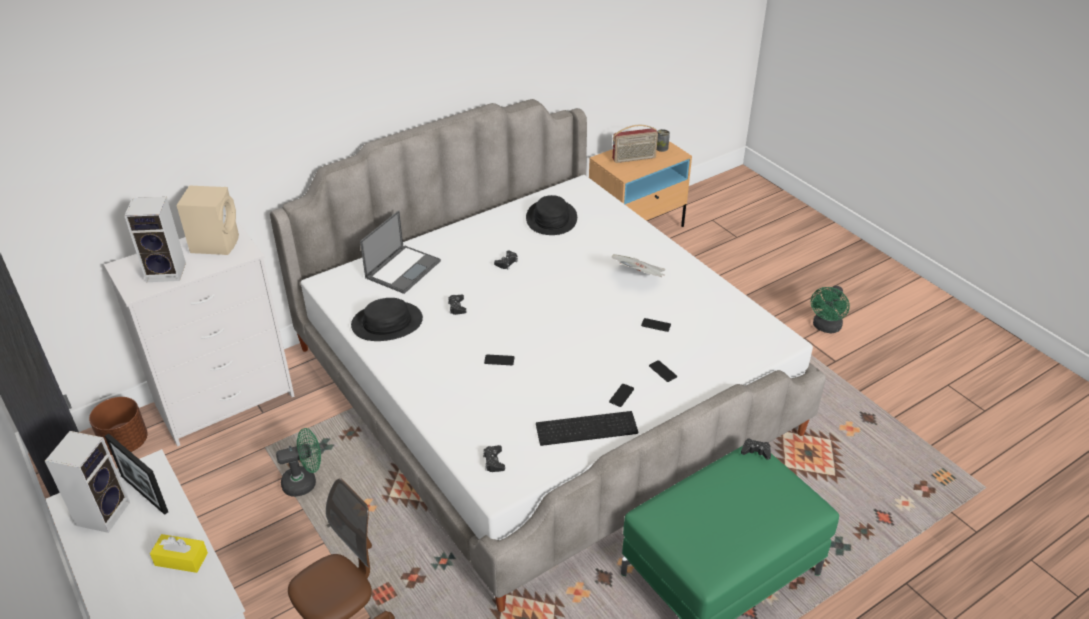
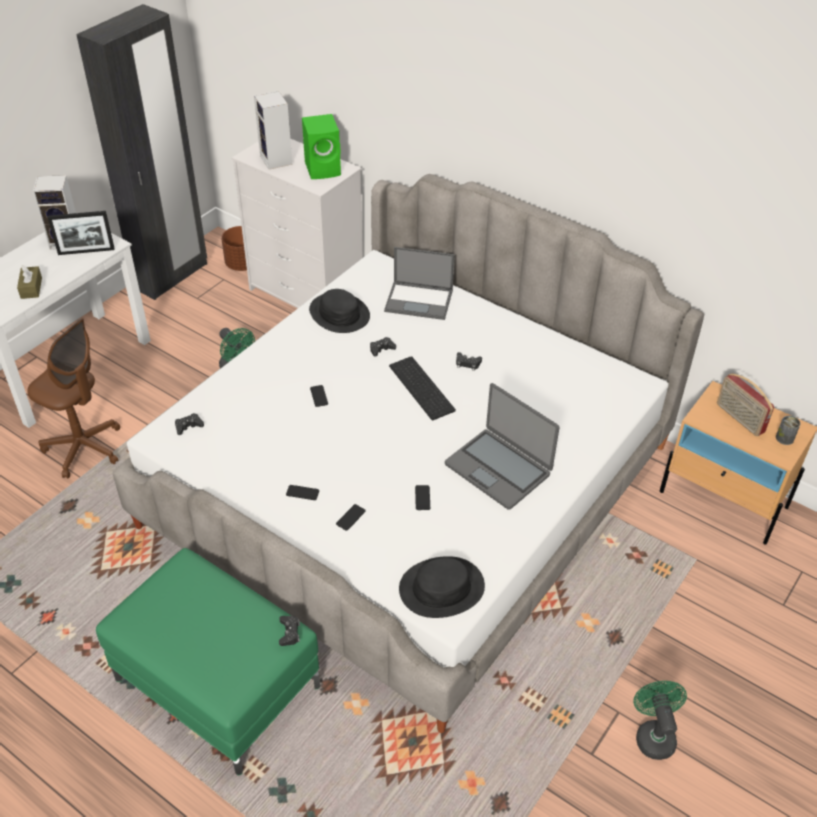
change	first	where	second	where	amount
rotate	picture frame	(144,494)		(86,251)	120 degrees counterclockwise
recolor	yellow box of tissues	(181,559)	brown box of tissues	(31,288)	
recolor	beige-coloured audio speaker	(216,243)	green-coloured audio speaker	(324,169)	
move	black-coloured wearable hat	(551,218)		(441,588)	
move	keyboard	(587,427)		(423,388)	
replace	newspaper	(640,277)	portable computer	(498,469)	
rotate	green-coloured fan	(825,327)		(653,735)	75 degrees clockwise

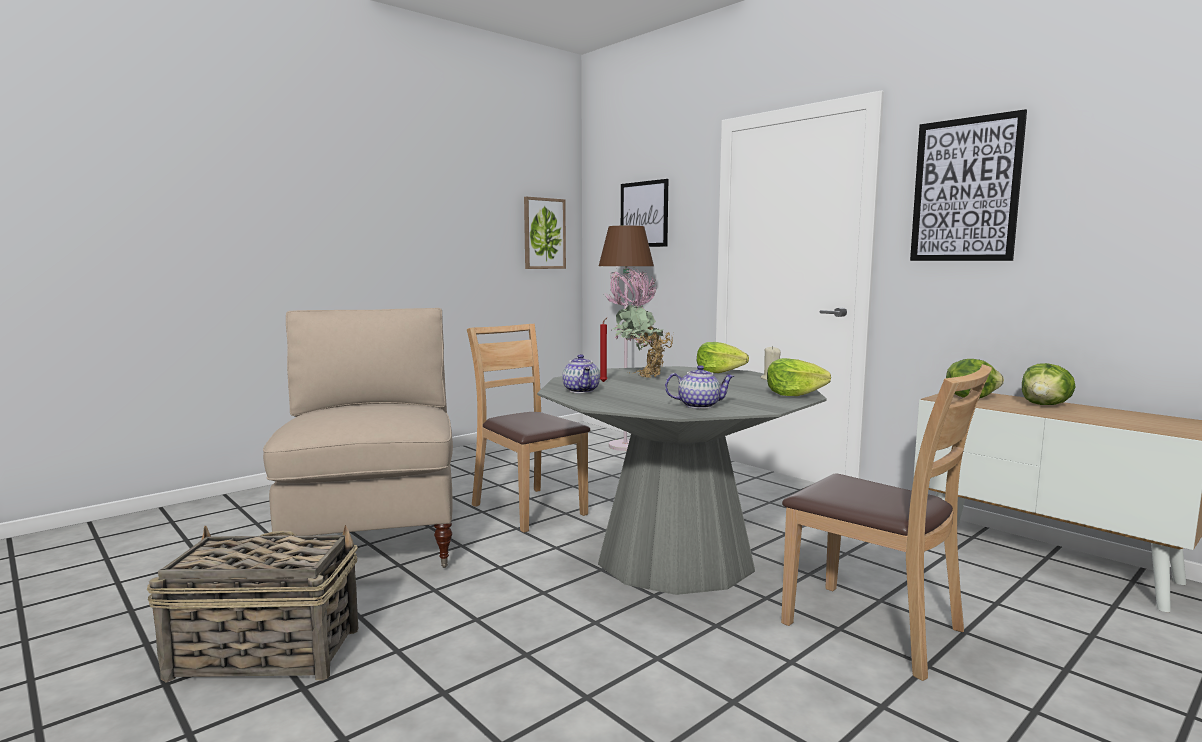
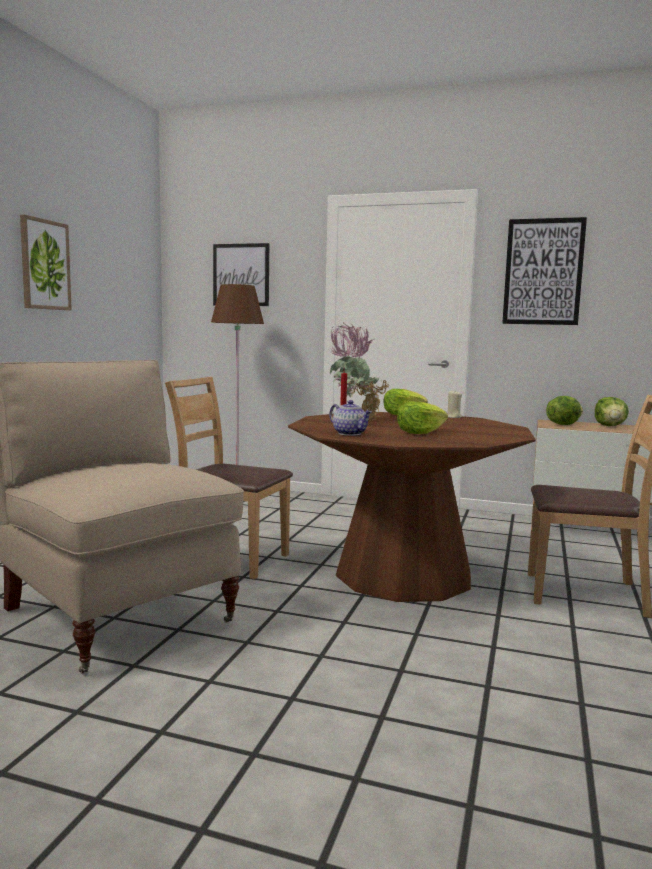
change	first	where	second	where	amount
delete	basket	(264,652)			
move	picture	(544,233)		(44,265)	
recolor	greyish kitchen table	(675,557)	brown kitchen table	(404,574)	
delete	pot for tea	(699,405)			
move	lettuce head	(794,394)		(419,432)	

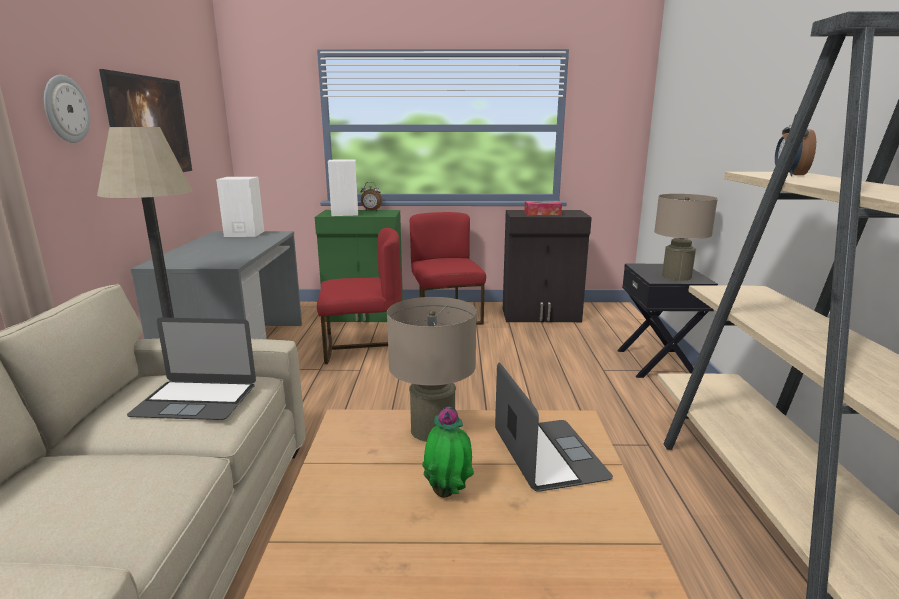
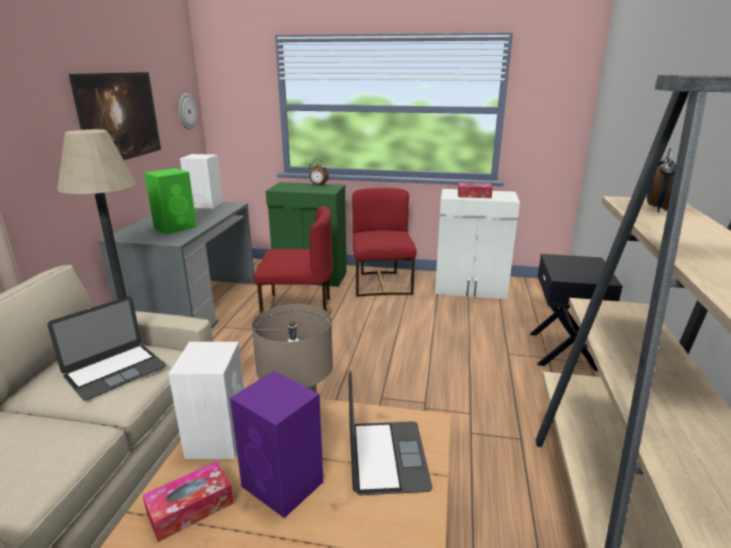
change	first	where	second	where	amount
move	hanging clock	(65,109)		(186,111)	
rotate	portable computer	(195,400)		(115,371)	60 degrees counterclockwise
move	whitish audio speaker	(345,213)		(218,437)	
replace	plant in a pot	(448,493)	purple audio speaker	(284,485)	
recolor	black-coloured cupboard	(541,315)	whitish cupboard	(471,289)	
delete	beige-coloured lamp for a table	(676,276)			
insert			box of tissues	(190,508)	
insert			green-coloured audio speaker	(176,227)	

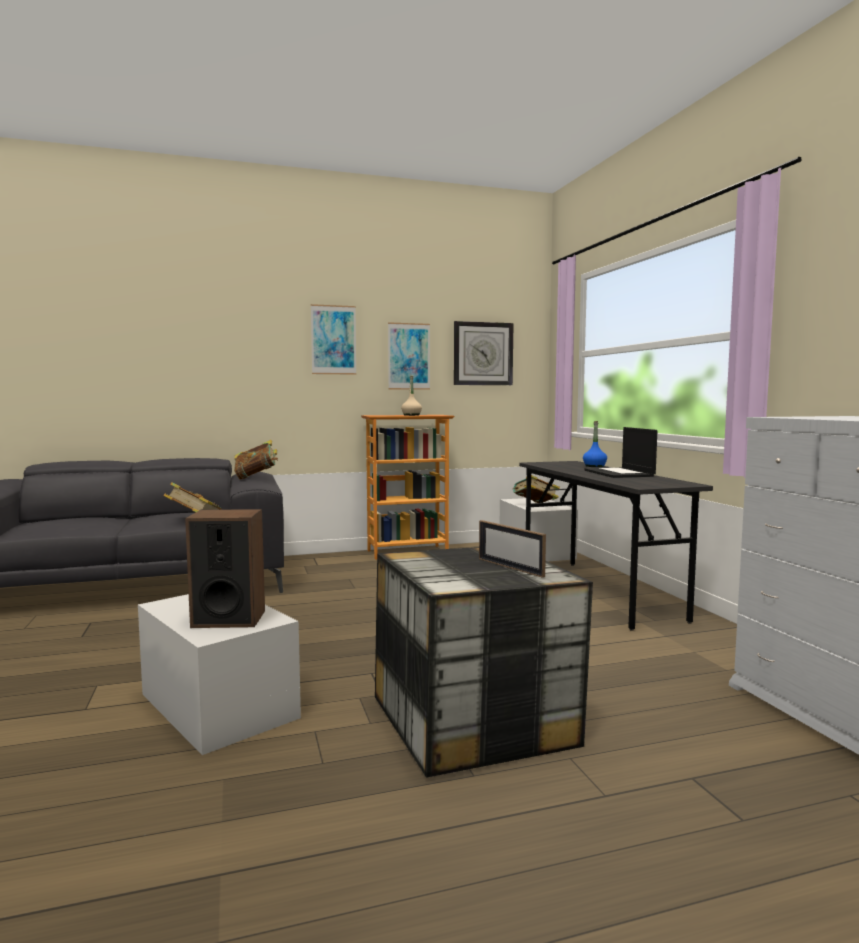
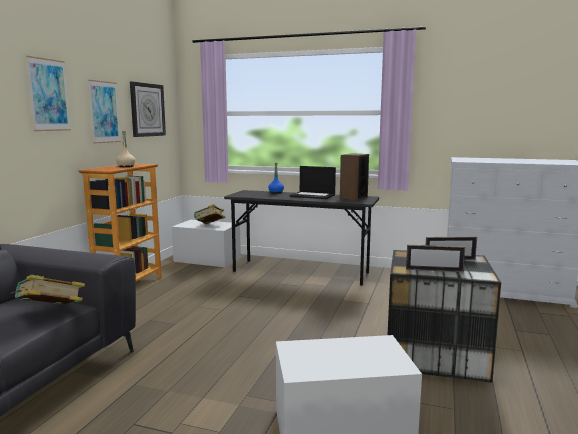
change	first	where	second	where	amount
move	audio speaker	(228,619)		(353,197)	
delete	book	(256,477)			
insert			picture frame	(434,270)	

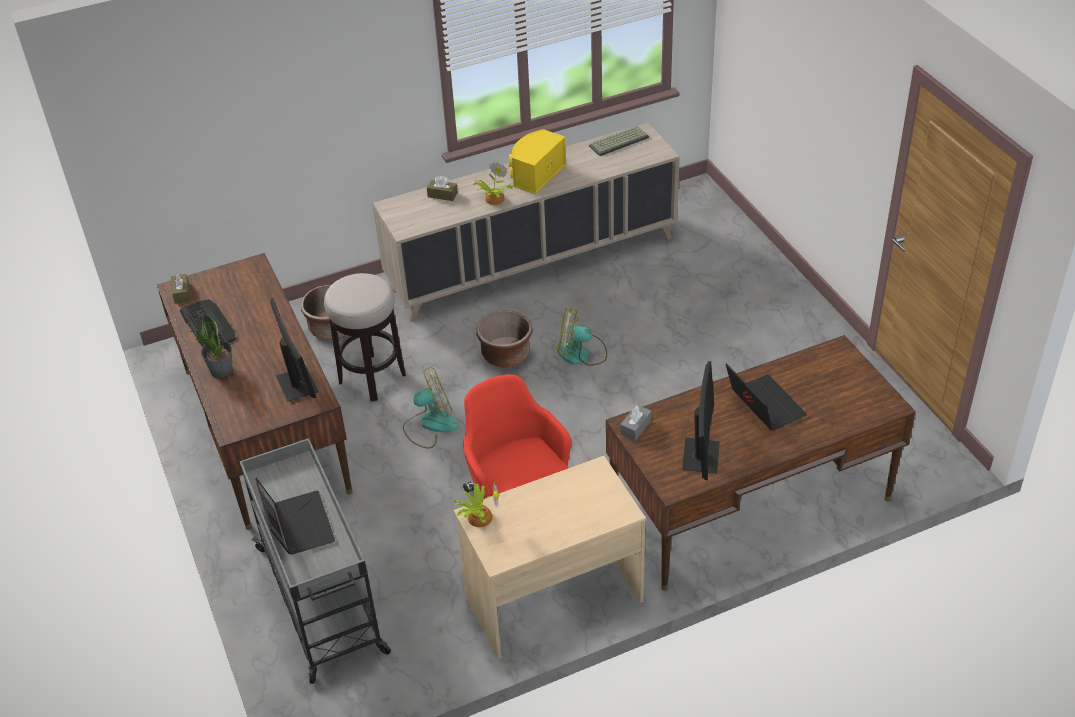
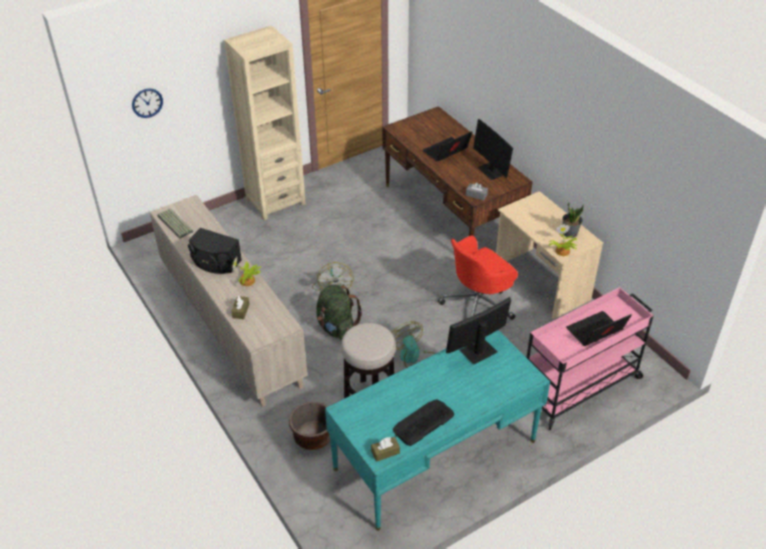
change	first	where	second	where	amount
recolor	brown desk unit	(265,429)	blue-green desk unit	(435,455)	
move	plant in a pot	(222,370)		(569,233)	
recolor	greyish wheeled cart	(322,601)	pink-coloured wheeled cart	(580,386)	
replace	brown flower pot	(506,355)	green-coloured knapsack	(337,327)	
recolor	yellow audio speaker	(535,174)	black-coloured audio speaker	(215,262)	
rotate	computer display	(701,456)		(492,171)	120 degrees counterclockwise
insert			hanging clock	(147,103)	
insert			beige-coloured shelving unit	(275,201)	

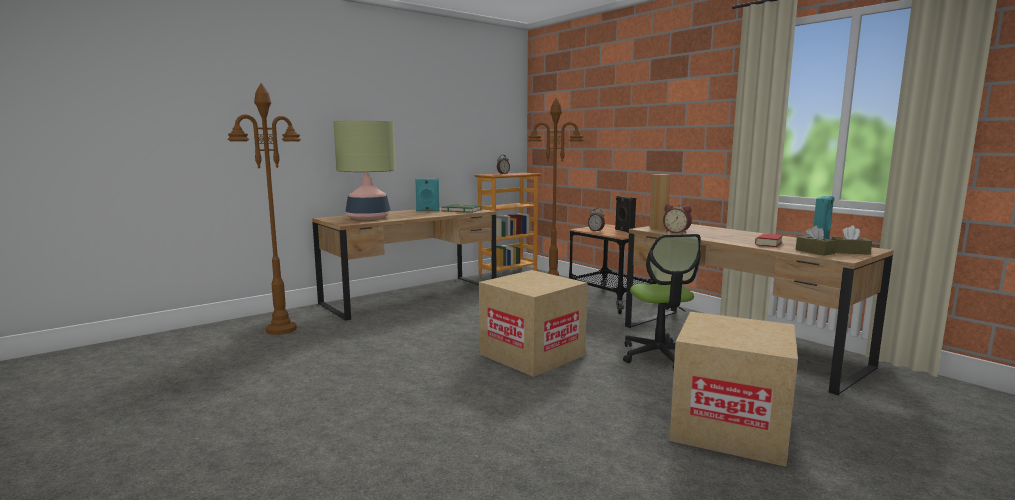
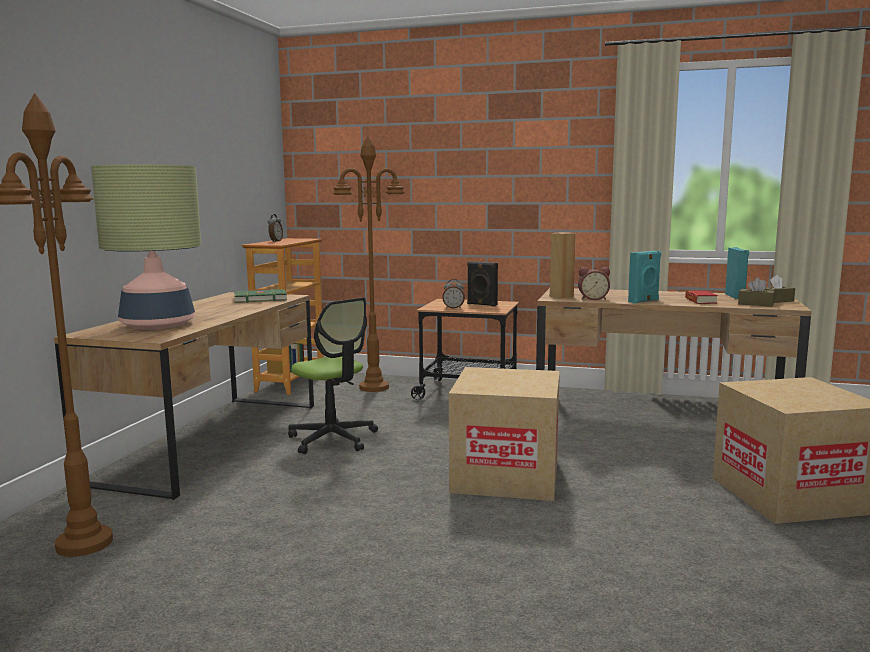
change	first	where	second	where	amount
move	blue-green audio speaker	(427,210)		(644,301)	
move	computer chair	(660,356)		(333,439)	

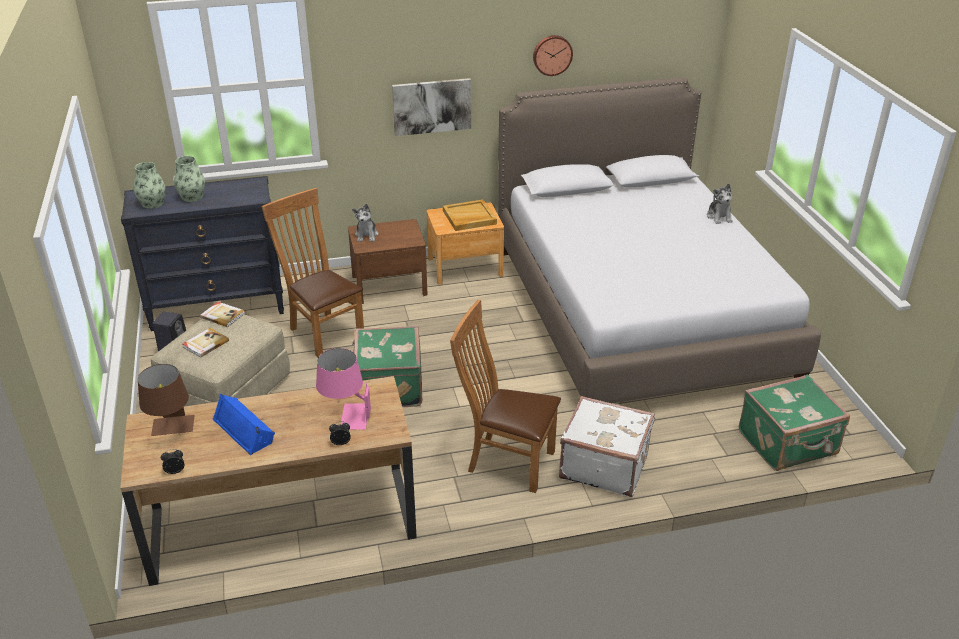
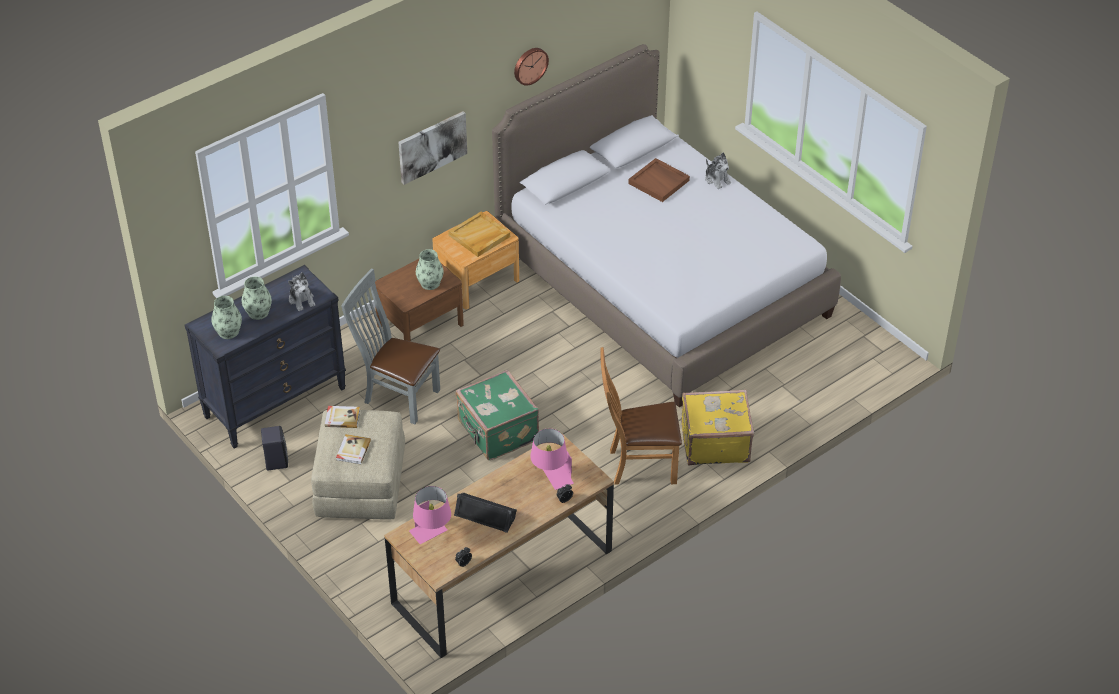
change	first	where	second	where	amount
recolor	brown lamp for a table	(172,431)	pink-coloured lamp for a table	(432,535)	
recolor	blue audio speaker	(245,429)	black-coloured audio speaker	(485,514)	
recolor	brown upright chair	(323,332)	greyish upright chair	(397,396)	
move	plush toy	(366,235)		(302,300)	
recolor	whitish travel case	(604,465)	yellow travel case	(714,442)	
delete	green-coloured travel case	(788,444)			
insert			decorative vase	(430,283)	
insert			brown carrying tray	(659,182)	

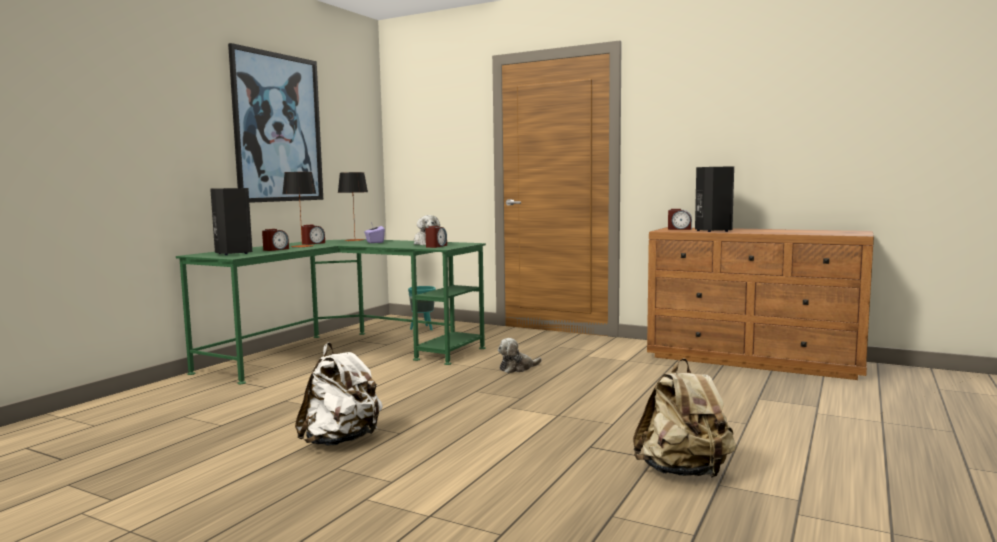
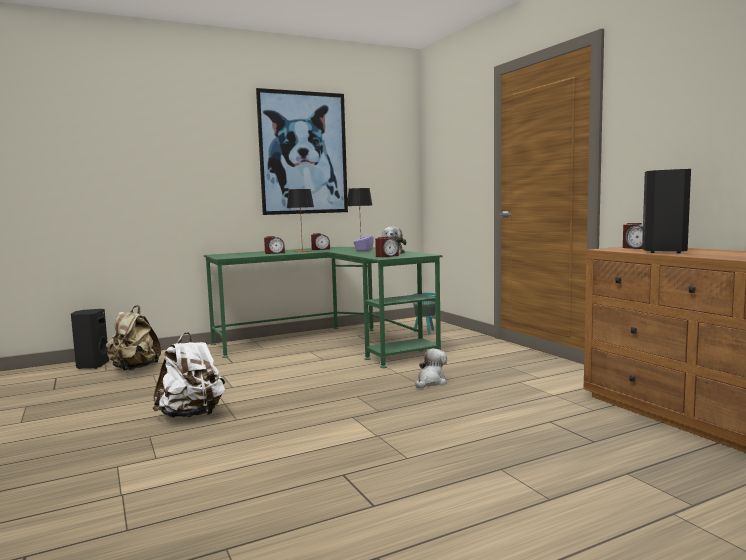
change	first	where	second	where	amount
move	black-coloured audio speaker	(232,253)		(92,365)	
rotate	plush toy	(517,368)		(431,382)	120 degrees clockwise
move	beige-coloured knapsack	(684,472)		(134,369)	

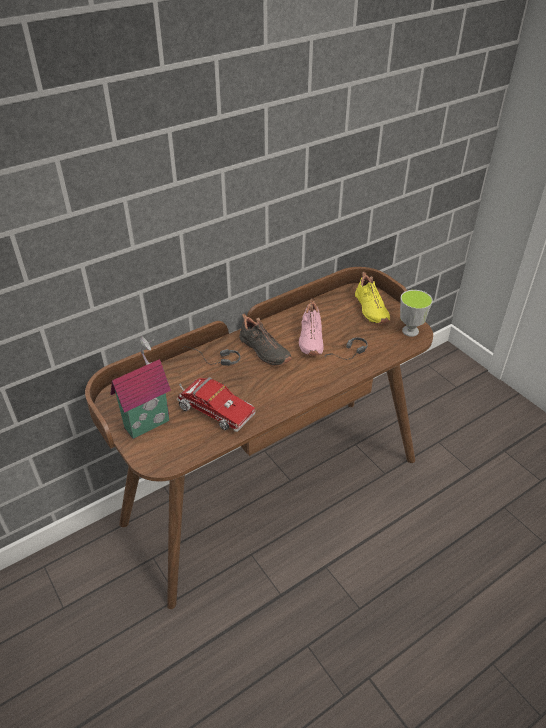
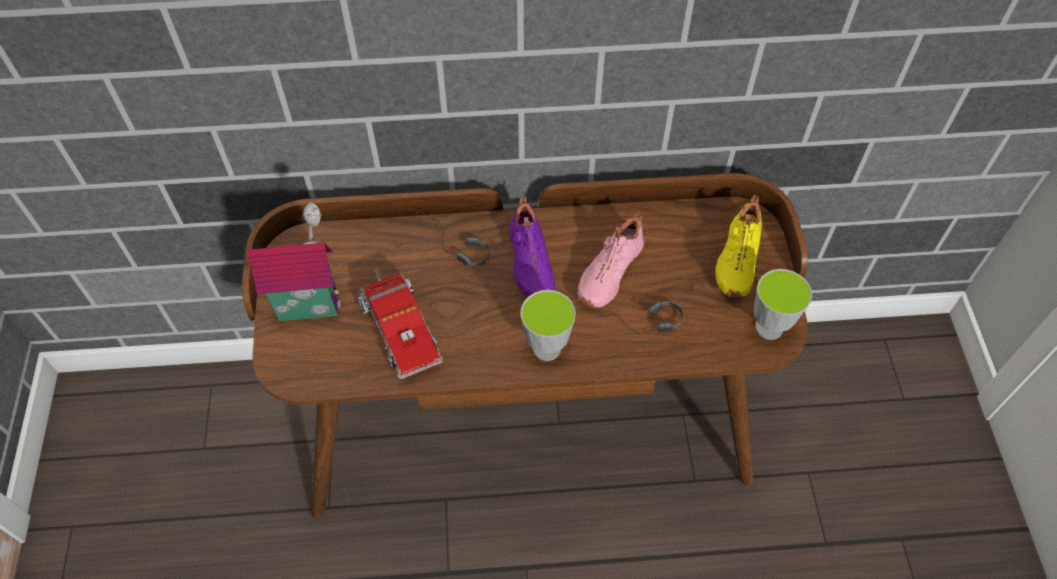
change	first	where	second	where	amount
recolor	black-coloured item of footwear	(263,351)	purple item of footwear	(528,263)	
insert			small cup	(546,348)	

